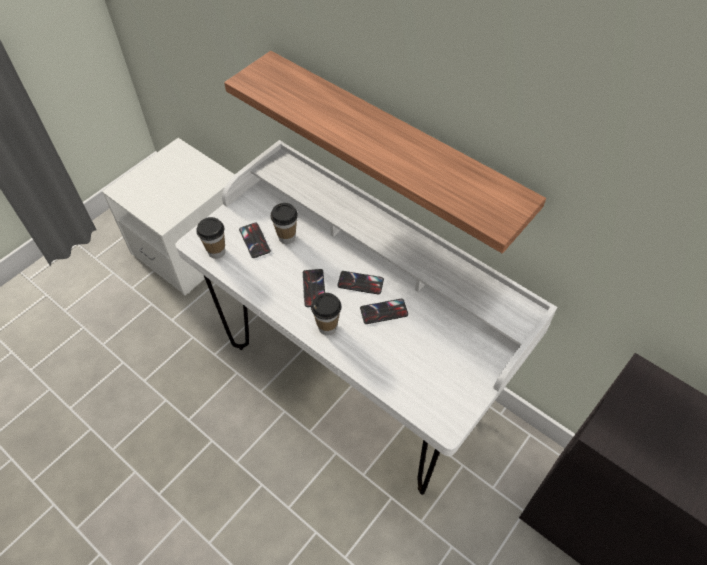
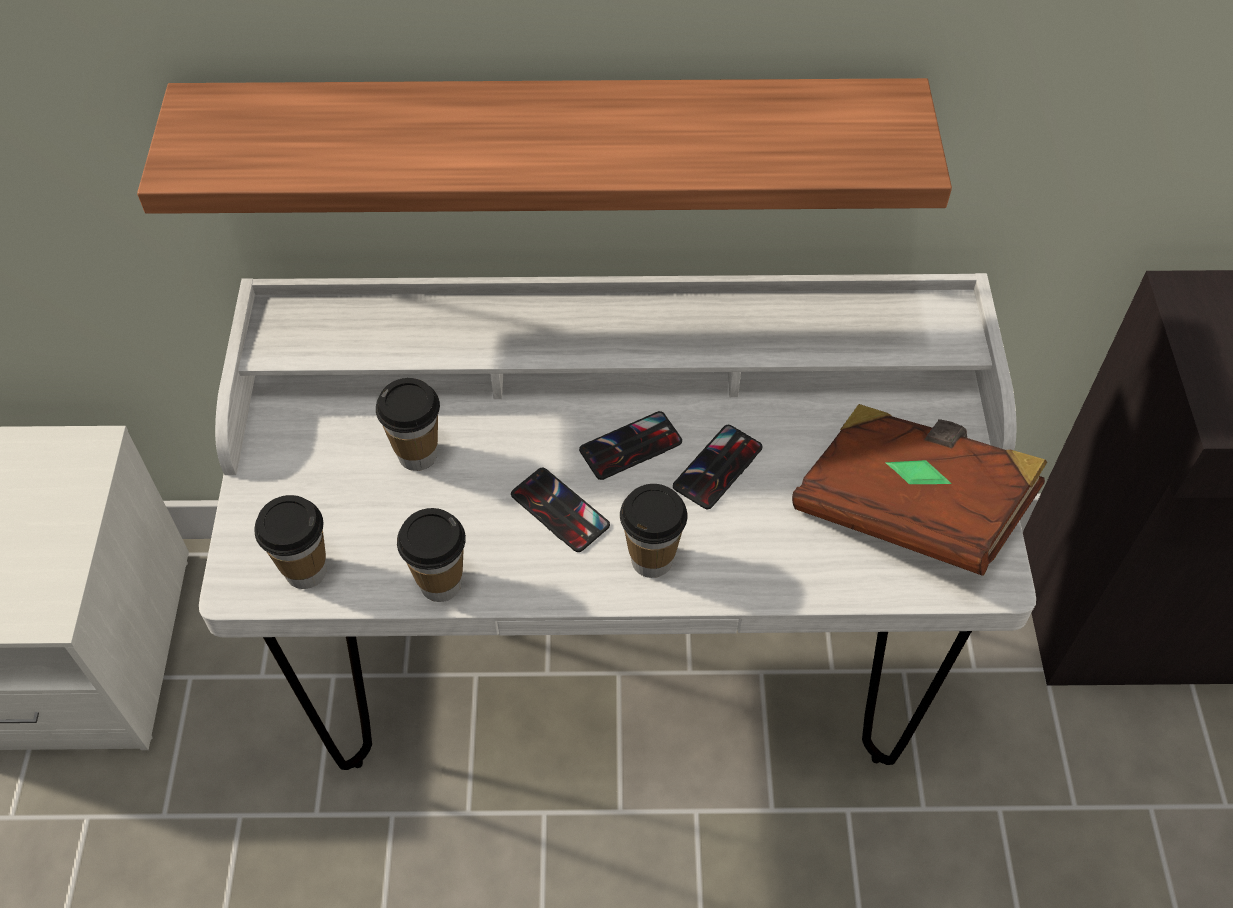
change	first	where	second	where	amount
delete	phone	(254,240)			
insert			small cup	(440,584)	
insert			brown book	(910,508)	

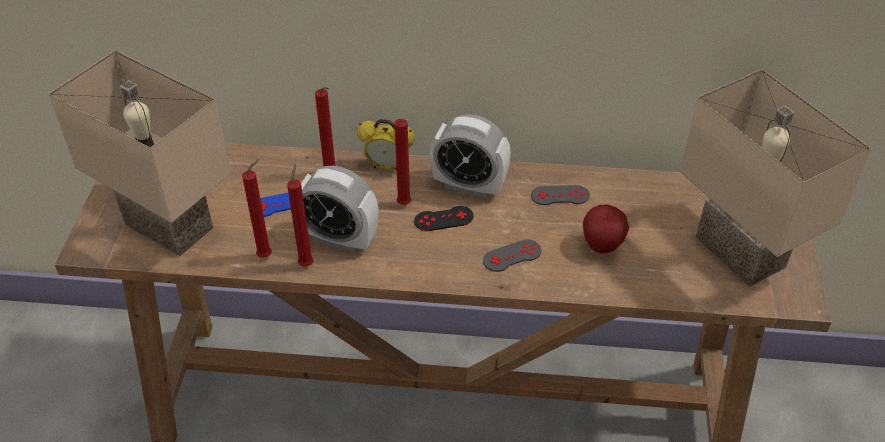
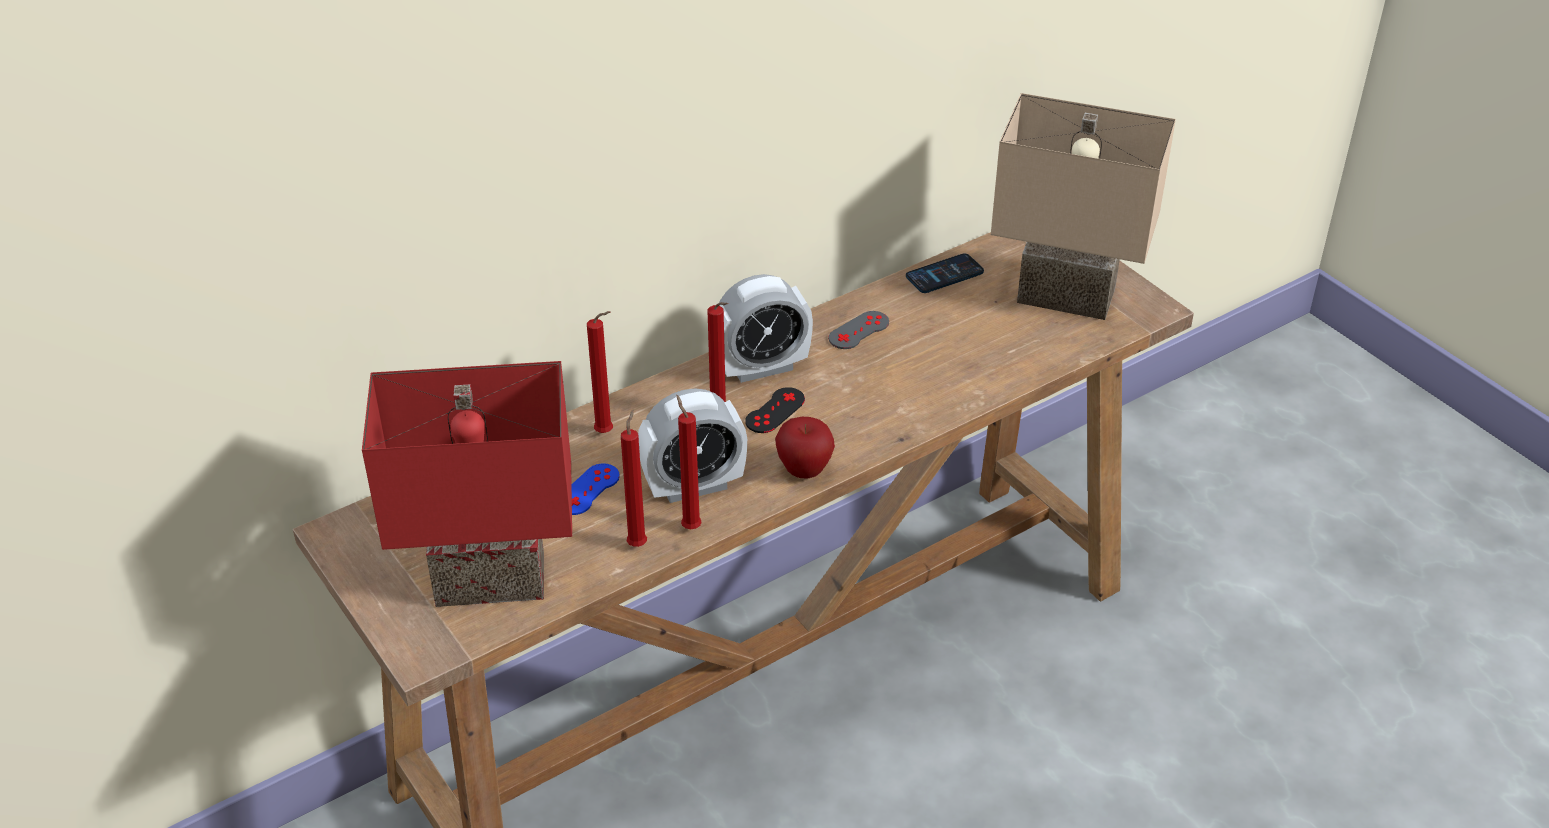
change	first	where	second	where	amount
recolor	beige-coloured lamp for a table	(173,224)	reddish lamp for a table	(492,574)	
delete	bedside clock	(387,167)			
delete	greyish gamepad	(512,256)			
move	whole apple	(602,246)		(804,470)	
insert			phone	(944,275)	

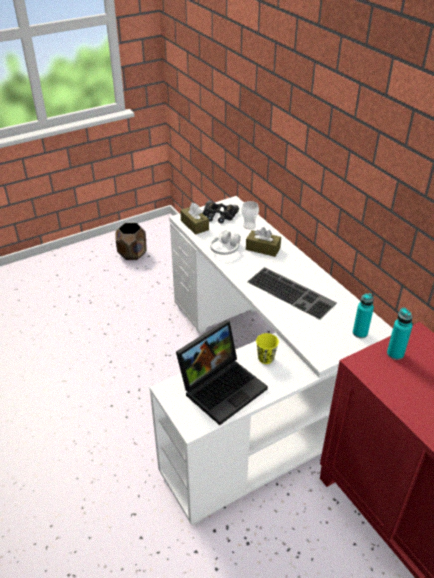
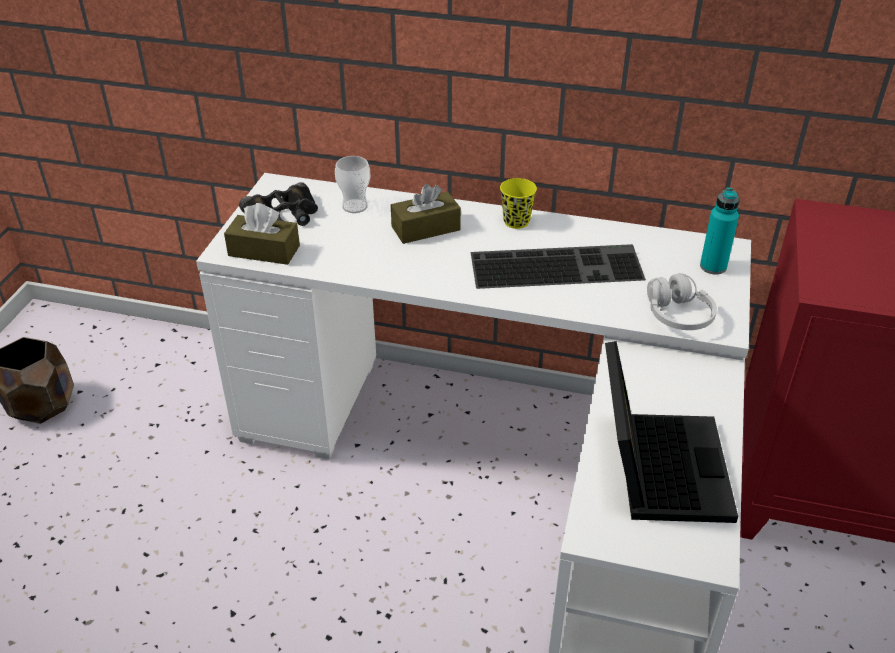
change	first	where	second	where	amount
move	whitish pair of headphones	(225,249)		(678,315)	
move	yellow small cup	(266,358)		(516,221)	
delete	blue-green bottle	(395,354)			

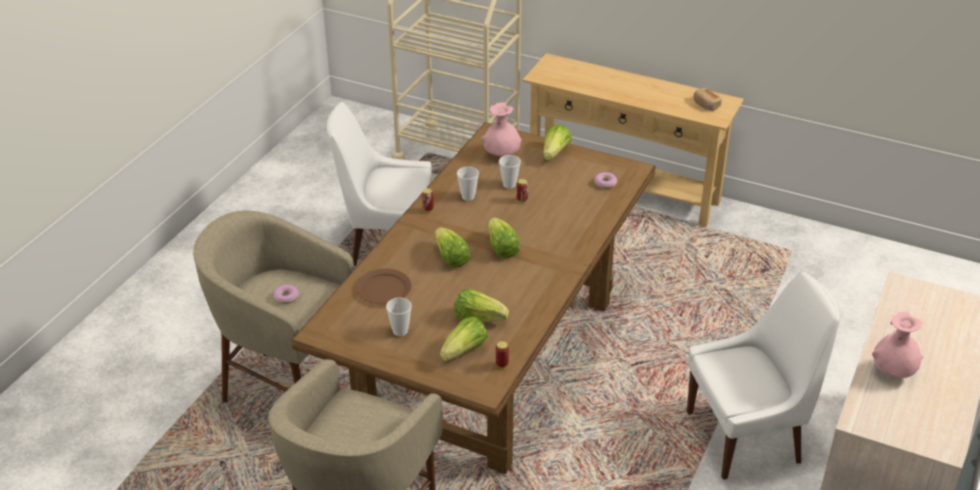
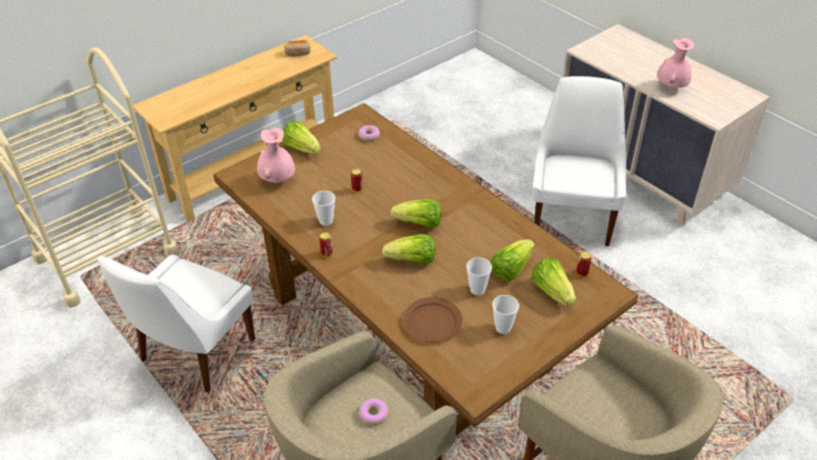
change	first	where	second	where	amount
move	small cup	(509,185)		(477,289)	

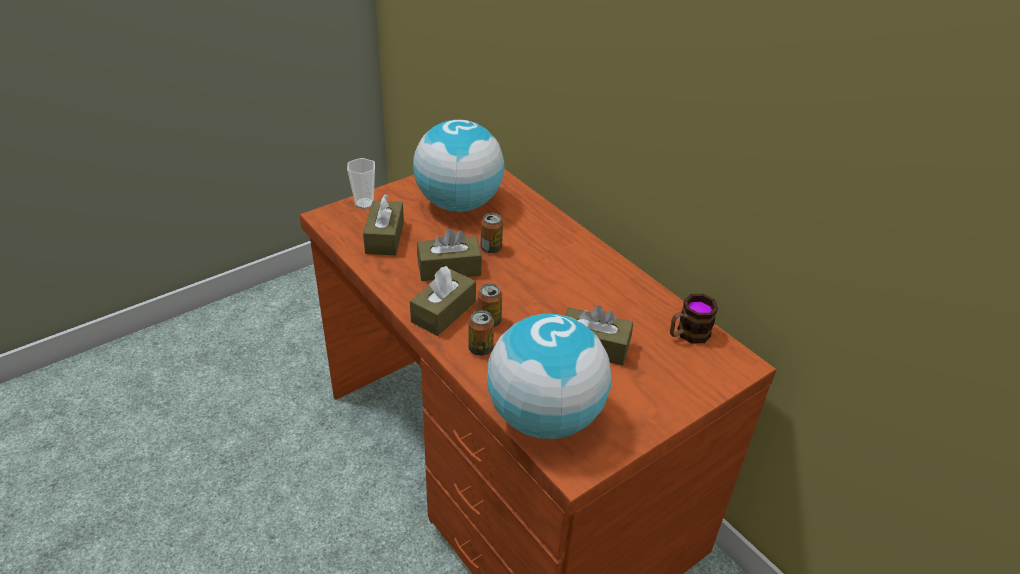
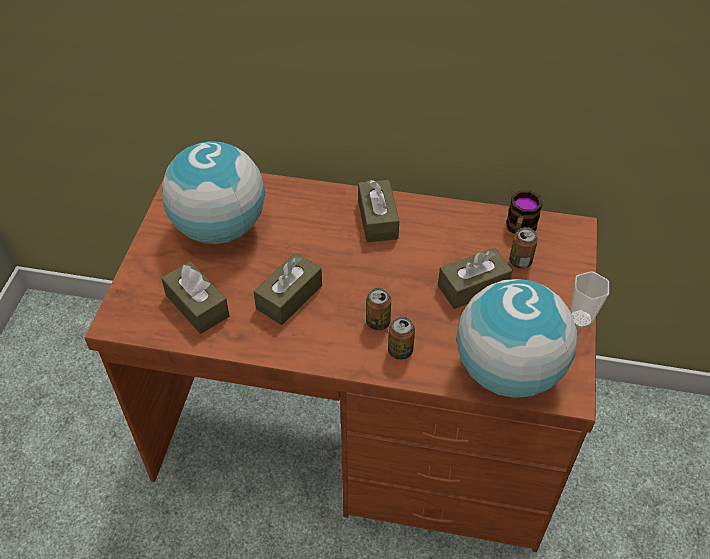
change	first	where	second	where	amount
move	small cup	(364,203)		(580,319)	
move	brown box of tissues	(443,312)		(377,219)	
move	metal can	(491,248)		(520,261)	

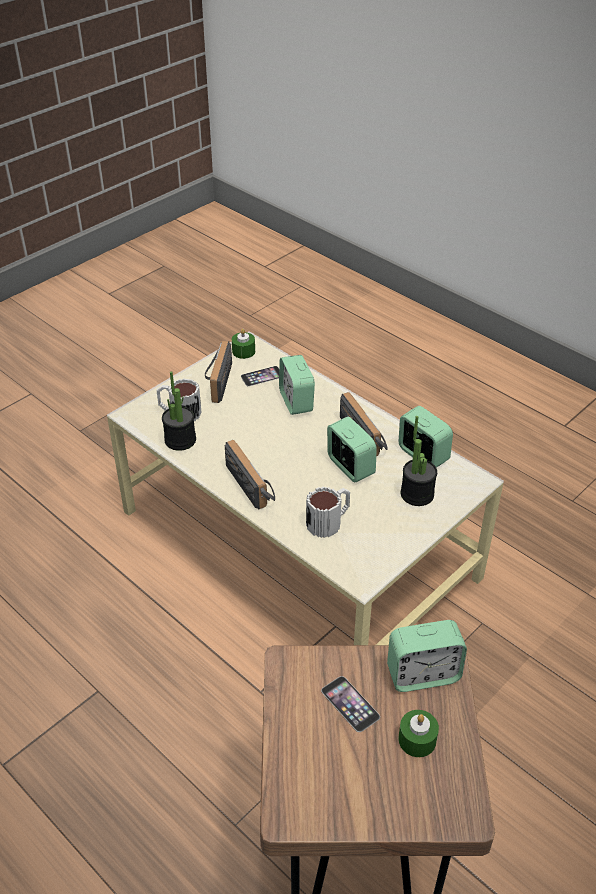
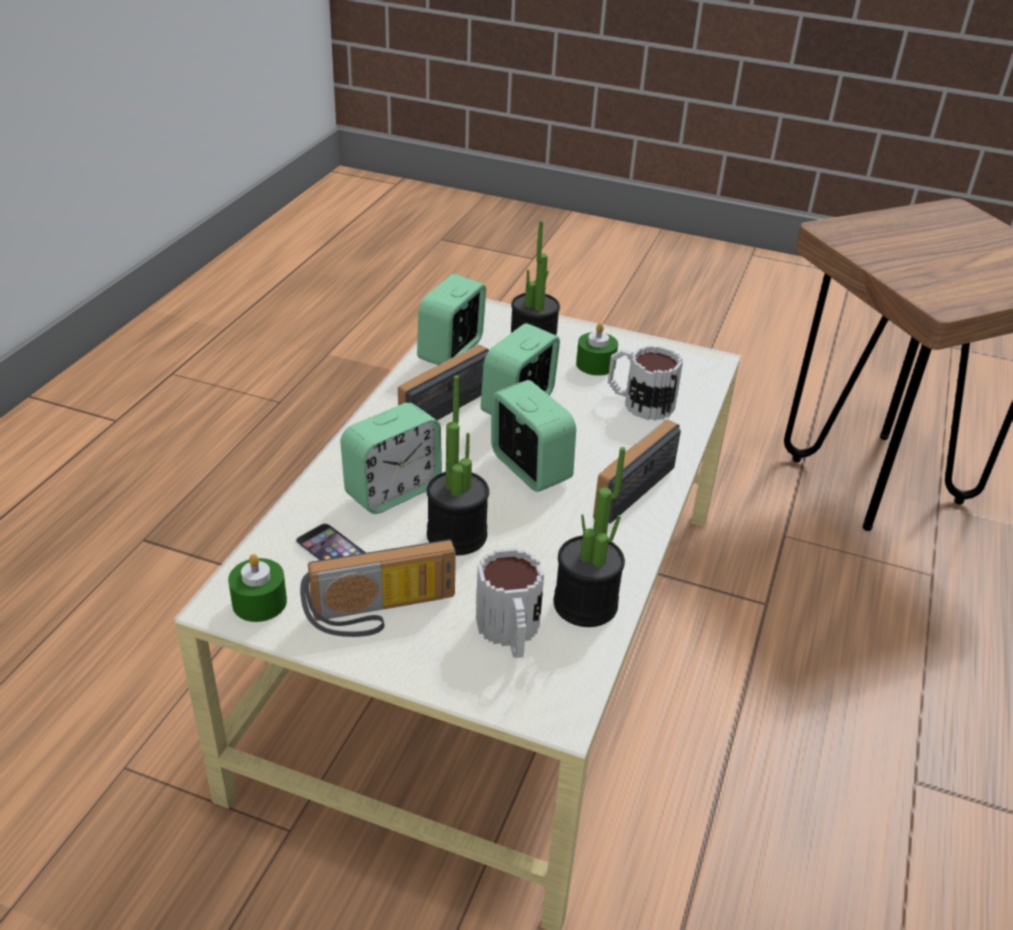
change	first	where	second	where	amount
delete	phone	(350,703)			
move	bedside clock	(423,674)		(529,468)	
move	green-coloured wax light	(417,740)		(595,364)	
insert			plant in a pot	(457,535)	

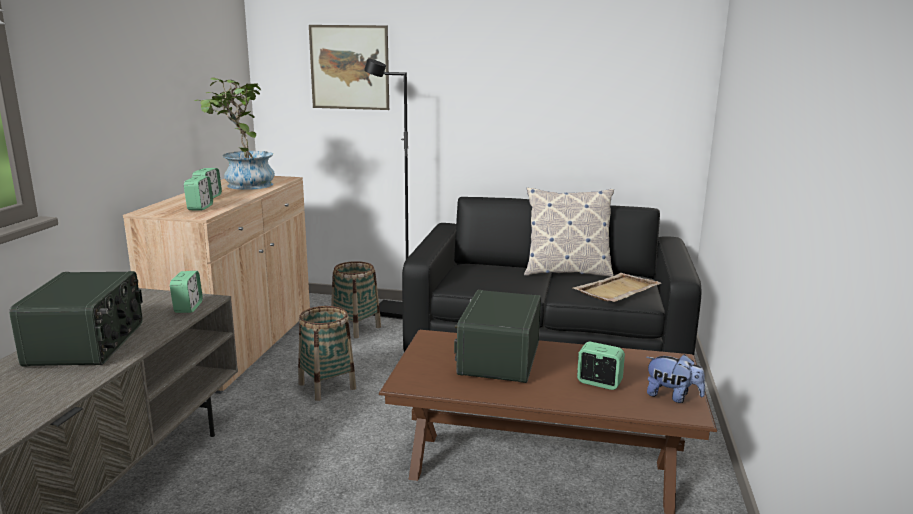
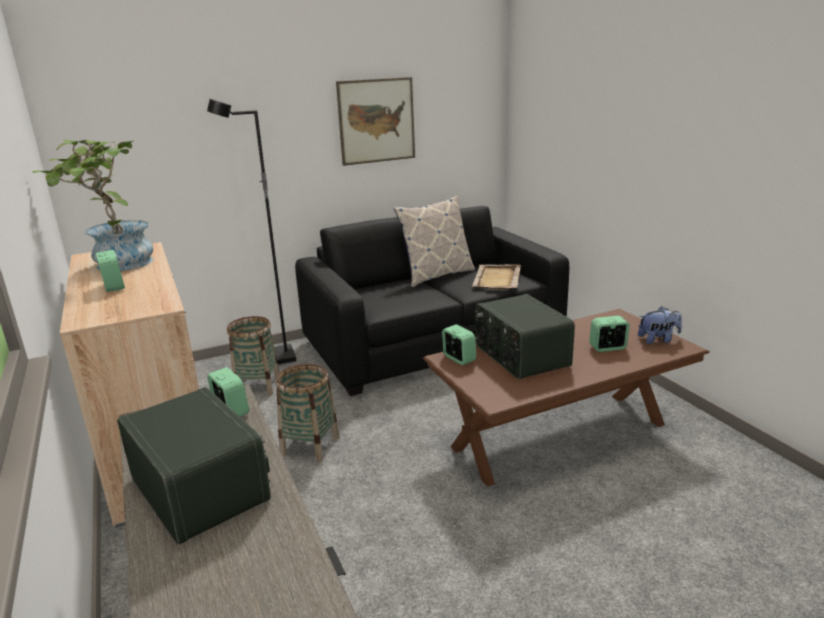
change	first	where	second	where	amount
move	bedside clock	(200,207)		(459,359)	
move	picture	(349,67)		(376,121)	

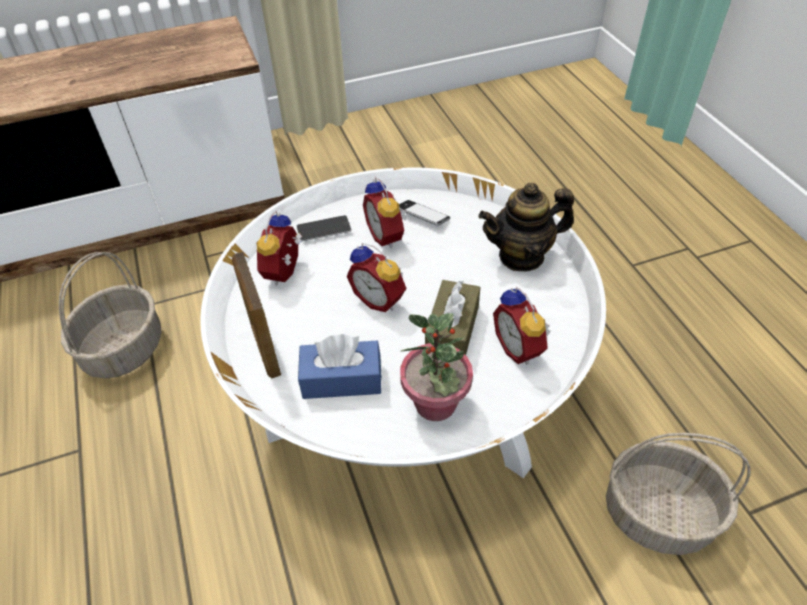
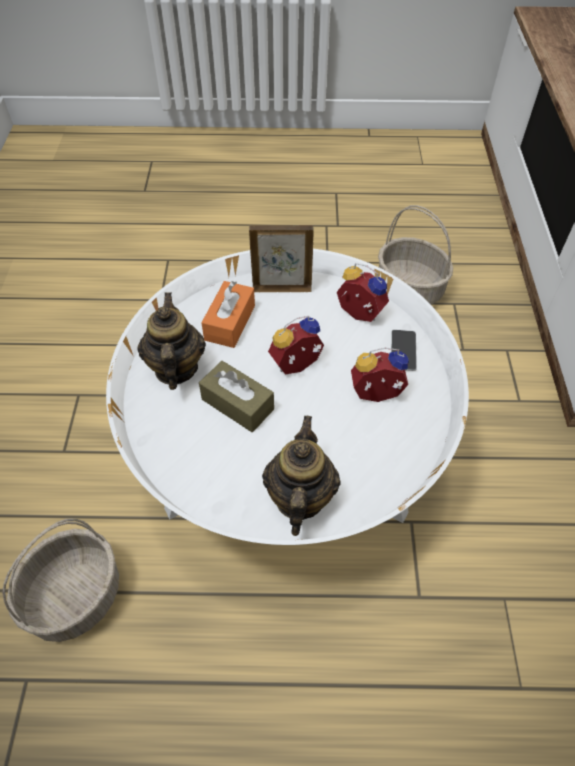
change	first	where	second	where	amount
recolor	blue box of tissues	(342,379)	orange box of tissues	(230,323)	
delete	phone	(422,216)			
replace	plant in a pot	(435,404)	pot for tea	(175,368)	
delete	bedside clock	(520,348)			

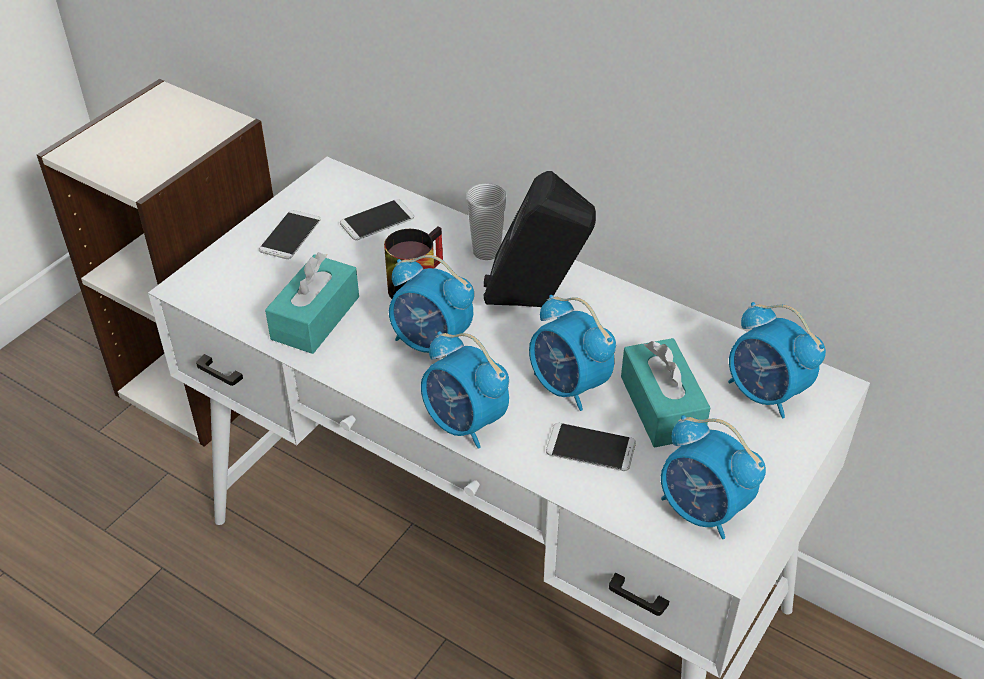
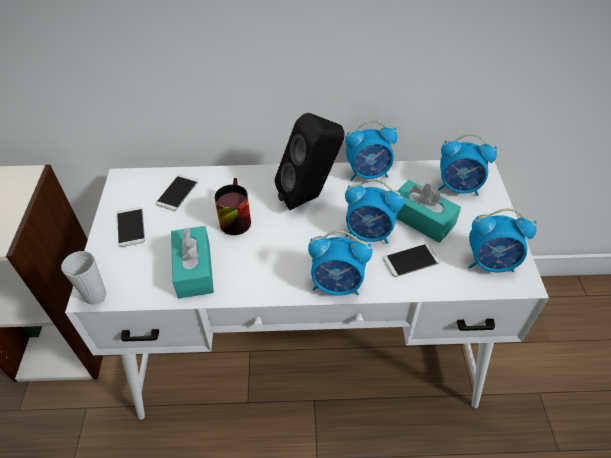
change	first	where	second	where	amount
move	bedside clock	(431,343)		(368,173)	
move	small cup	(486,251)		(95,296)	

